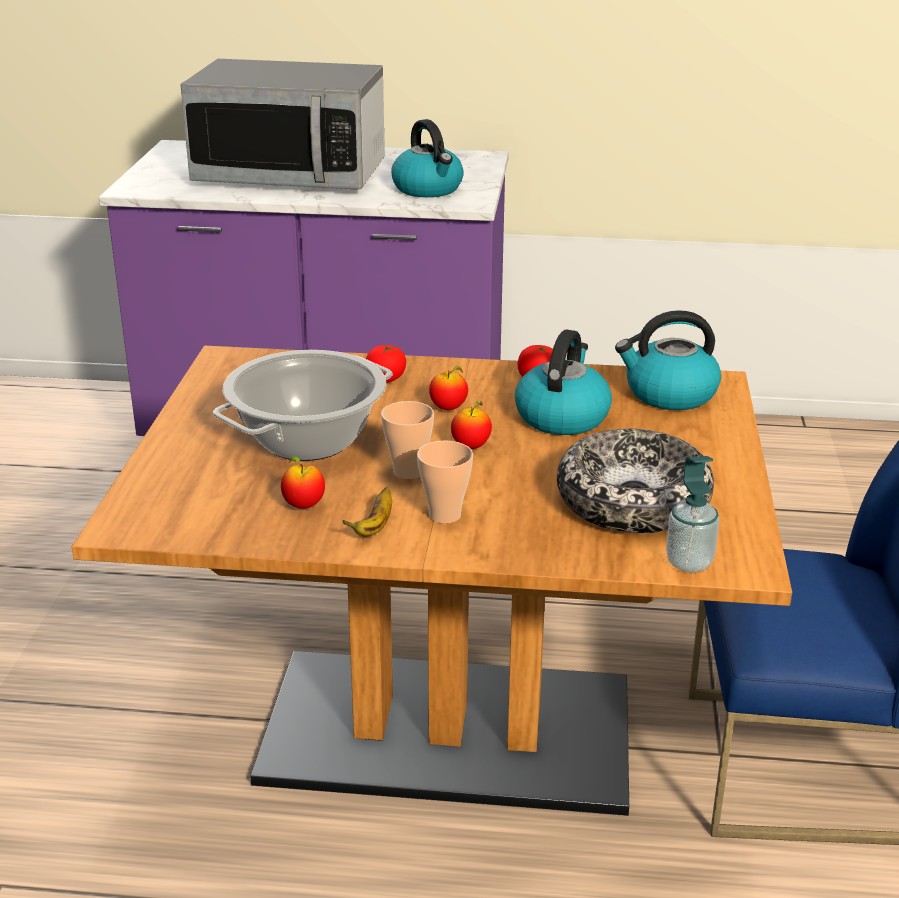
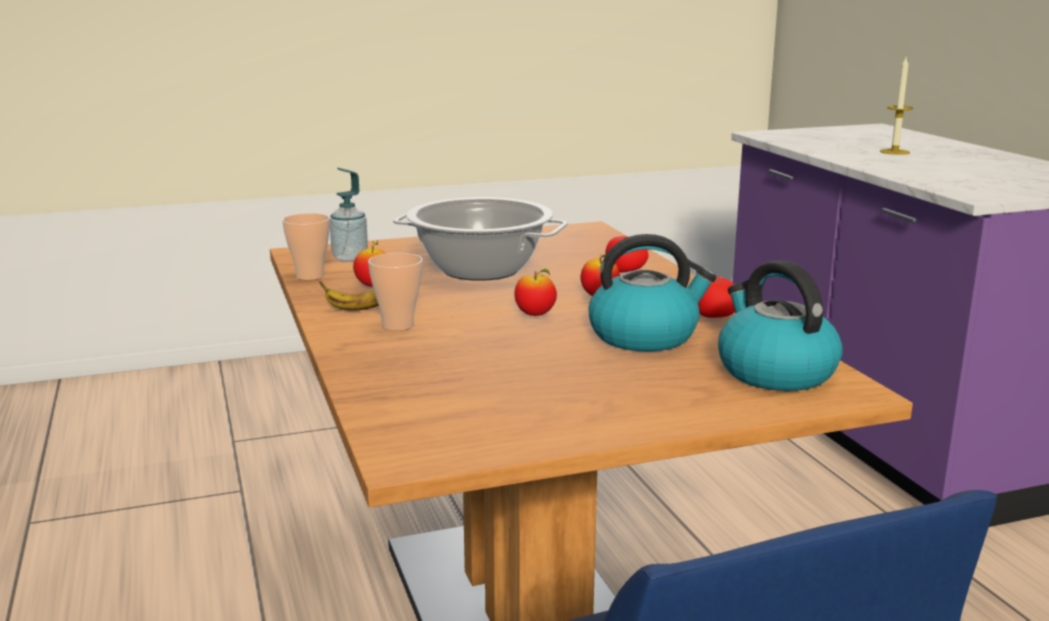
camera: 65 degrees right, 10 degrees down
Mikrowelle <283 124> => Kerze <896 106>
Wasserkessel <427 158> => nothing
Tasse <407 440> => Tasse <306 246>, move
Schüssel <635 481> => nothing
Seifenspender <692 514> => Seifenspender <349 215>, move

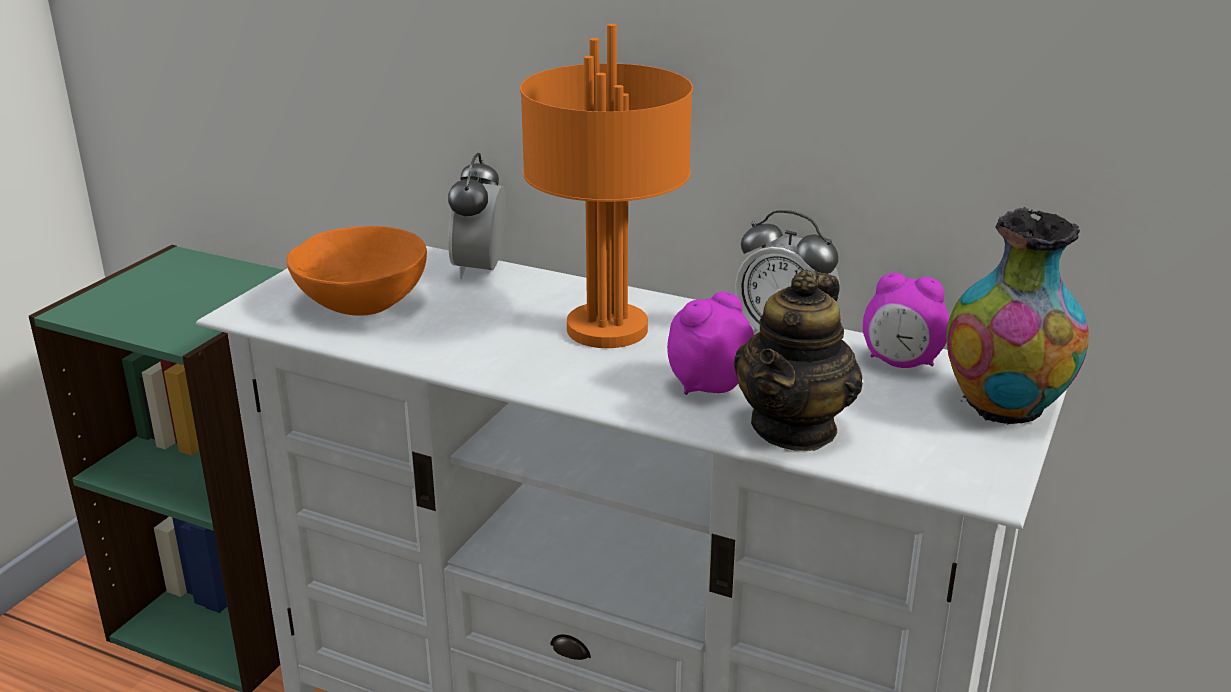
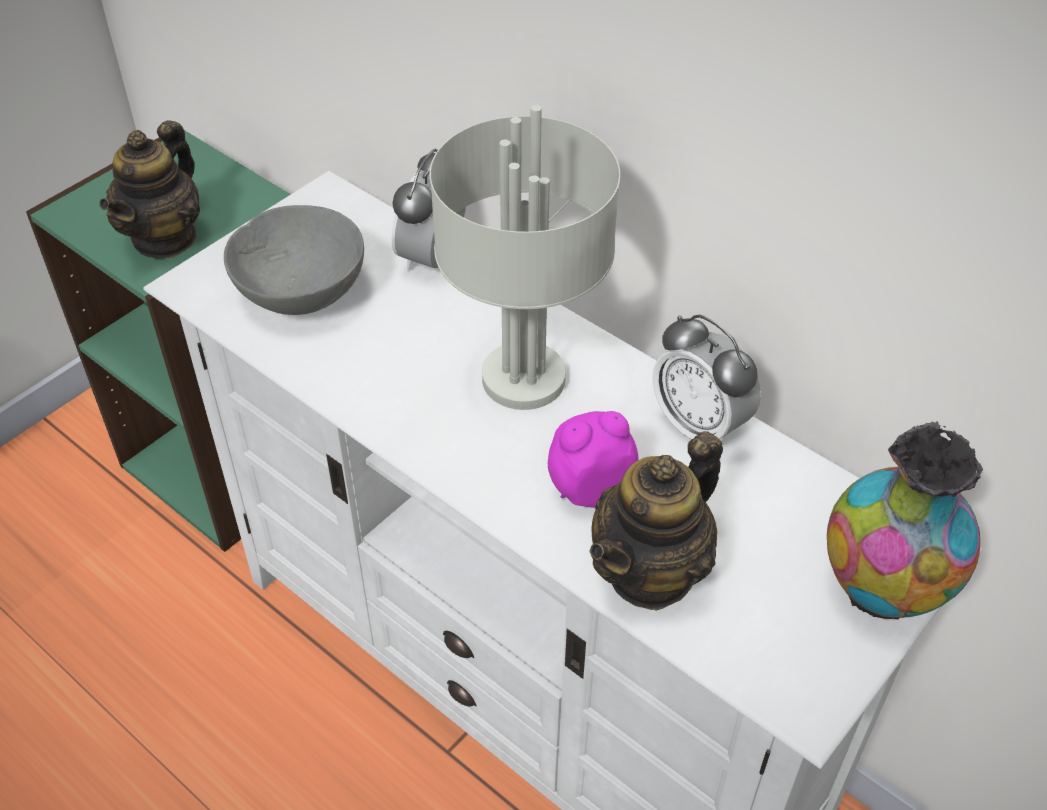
camera: 15 degrees right, 20 degrees up
Tischlampe/orange <606 186> => Tischlampe/grau <525 257>
Schüssel/orange <356 271> => Schüssel/grau <294 260>
Wecker <906 320> => nothing
nothing => Teekanne <149 189>

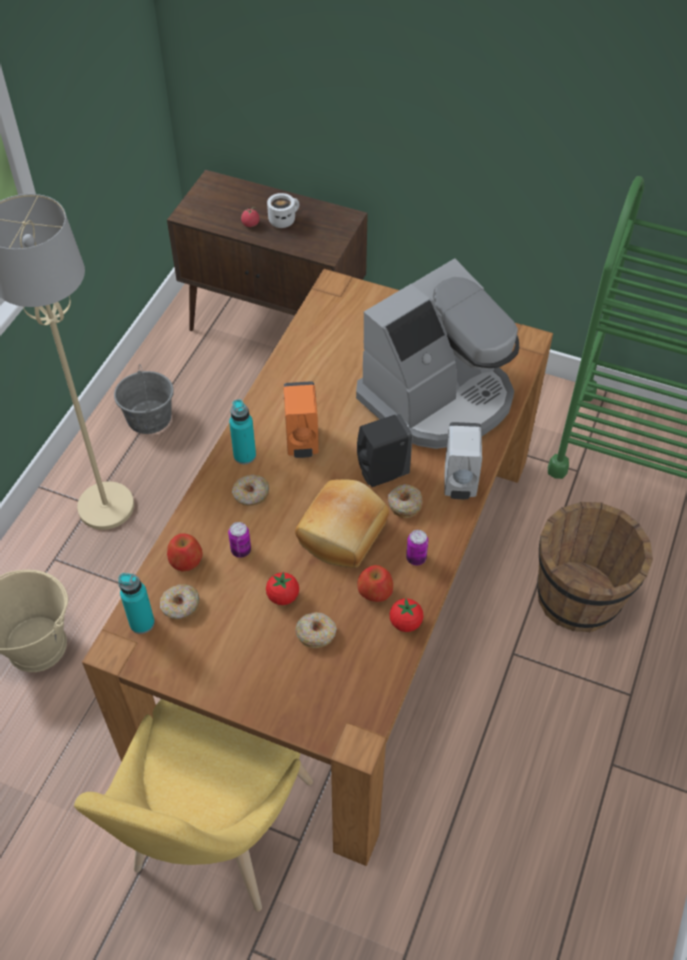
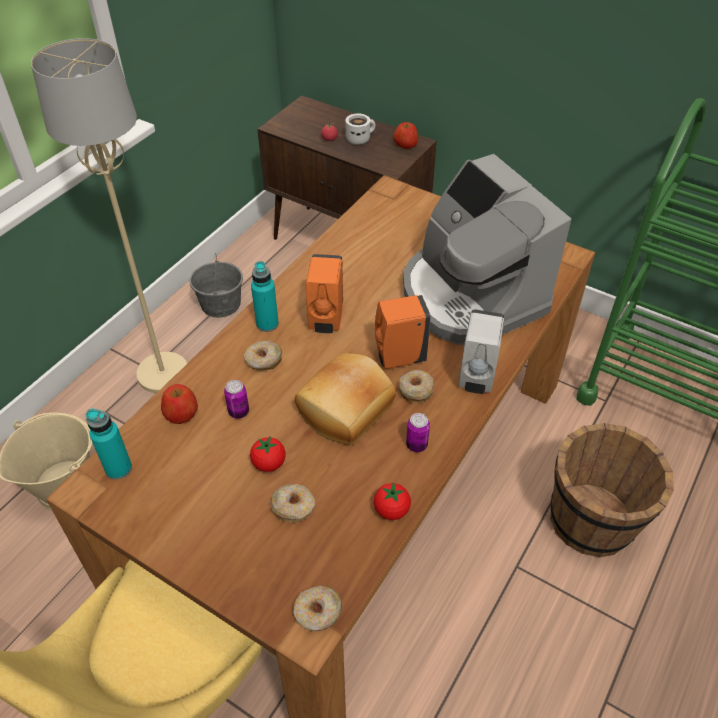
camera: 10 degrees right, 5 degrees down
Kaffeemaschine <437 353> => Kaffeemaschine <487 249>, 90 degrees clockwise
Seifenspender/schwarz <385 450> => Seifenspender/orange <403 332>
Apfel <375 583> => Apfel <406 135>, move
Donut <180 602> => Donut <317 608>, move

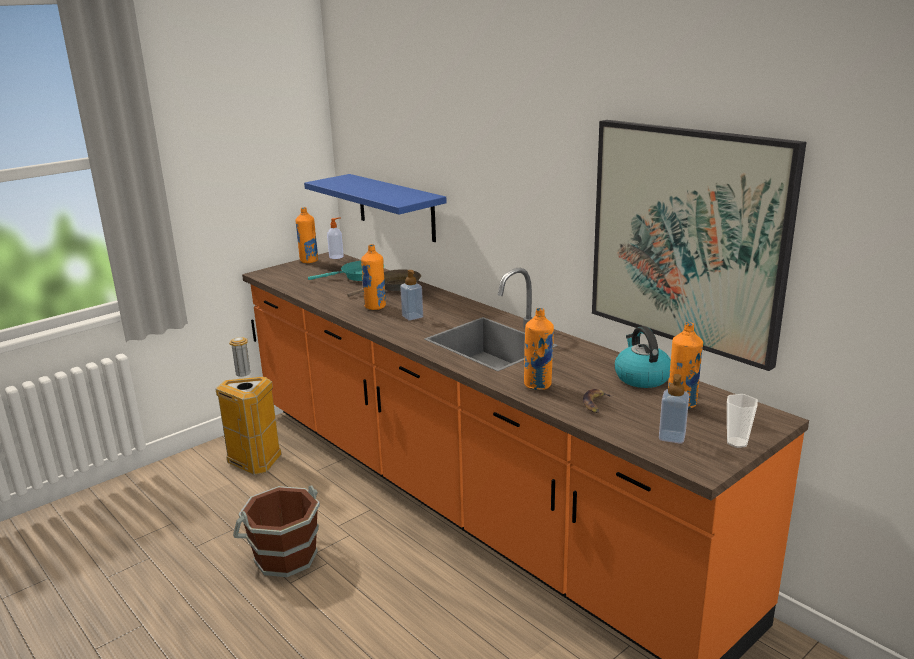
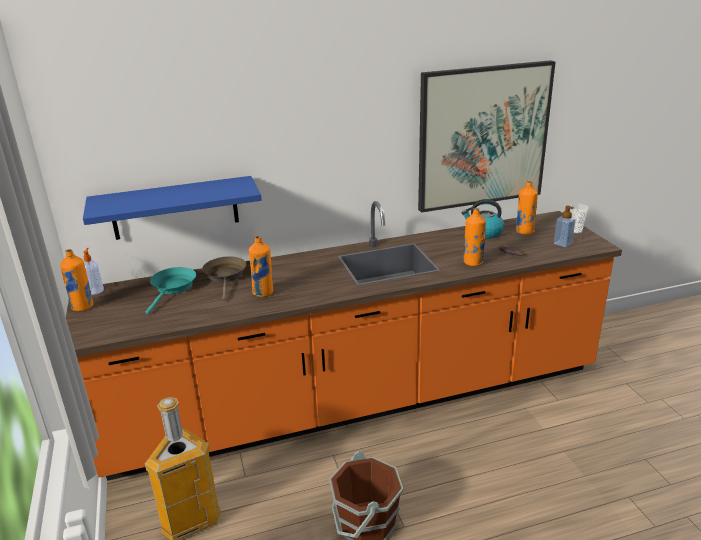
camera: 65 degrees left, 5 degrees up
Seifenspender <411 295> => nothing

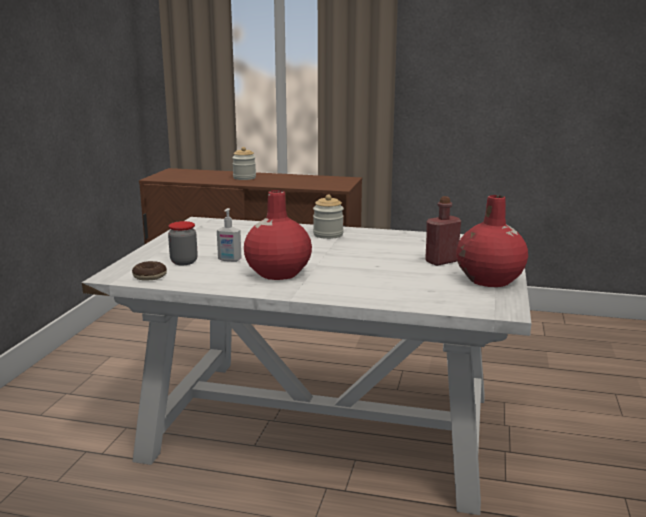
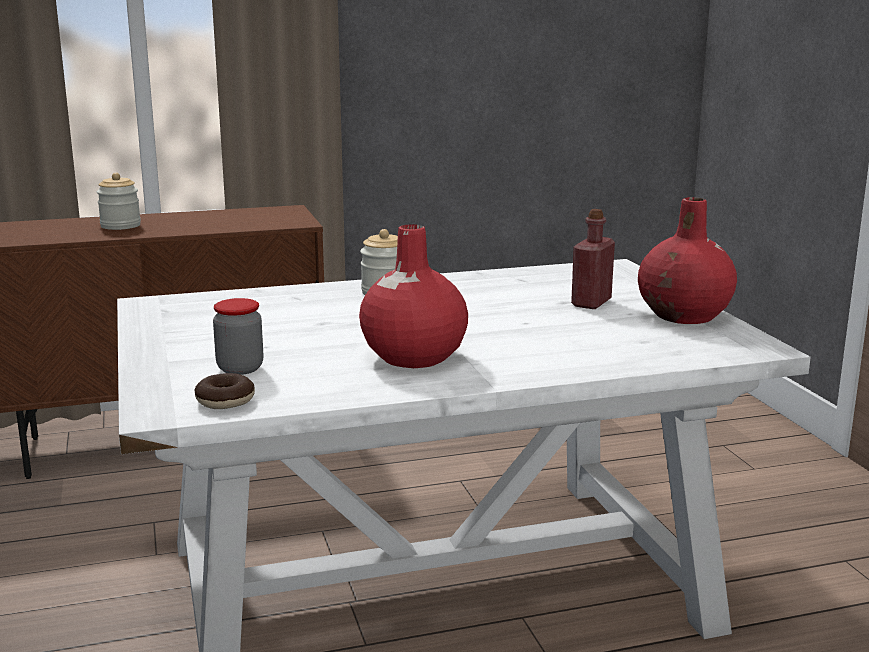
camera: 30 degrees left, 0 degrees up
Seifenspender <229 235> => nothing

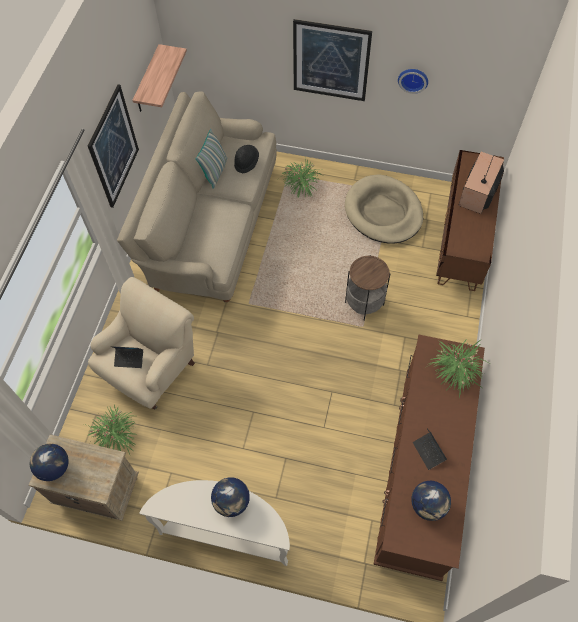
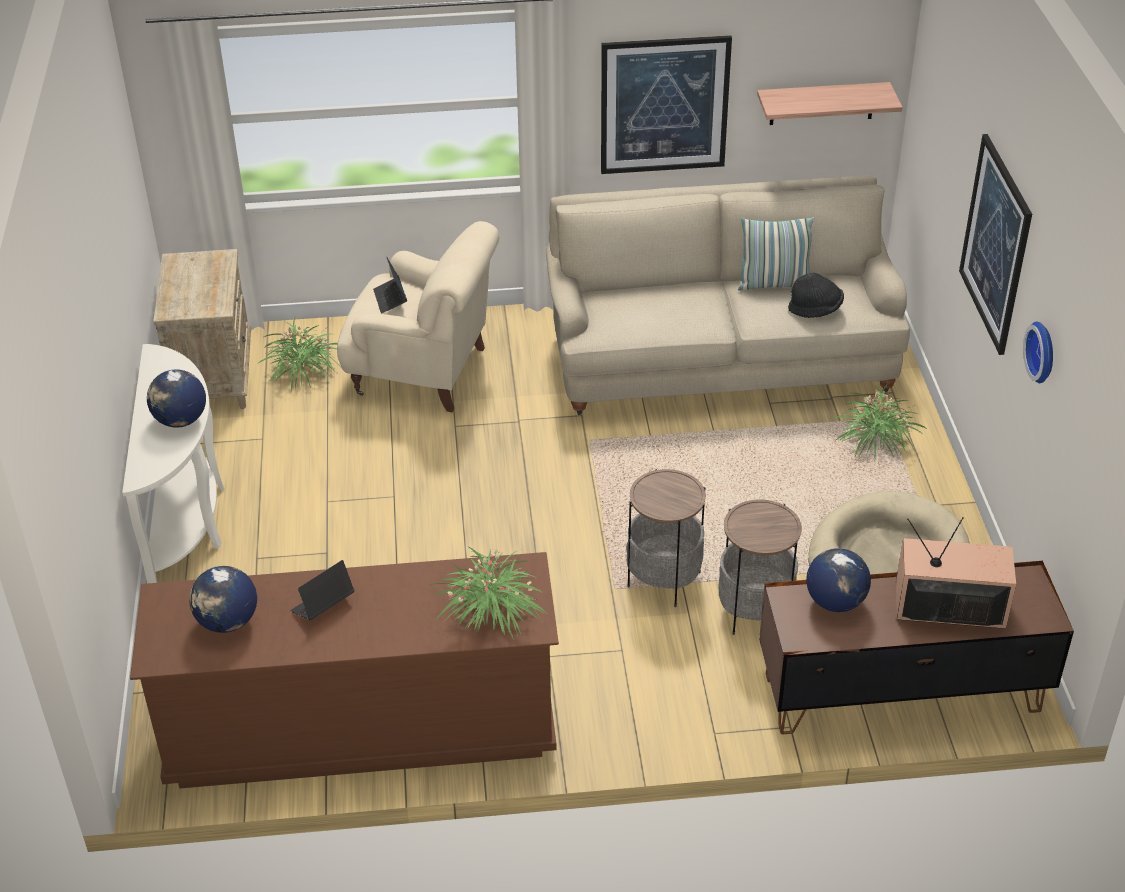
camera: 70 degrees right, 20 degrees down
Globus <49 462> => Globus <838 580>, move
nothing => Beistelltisch <760 567>

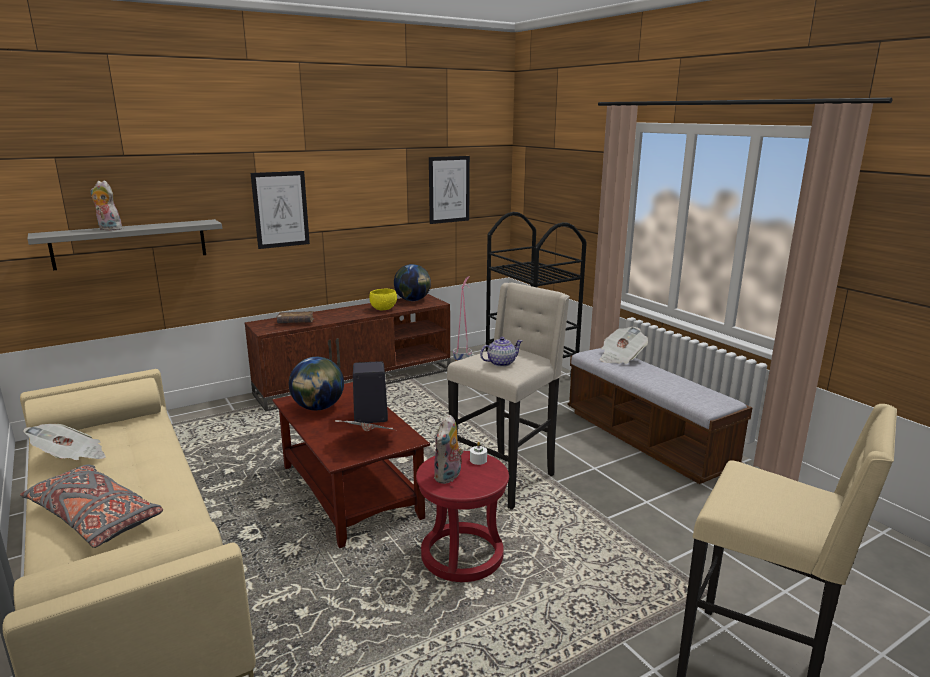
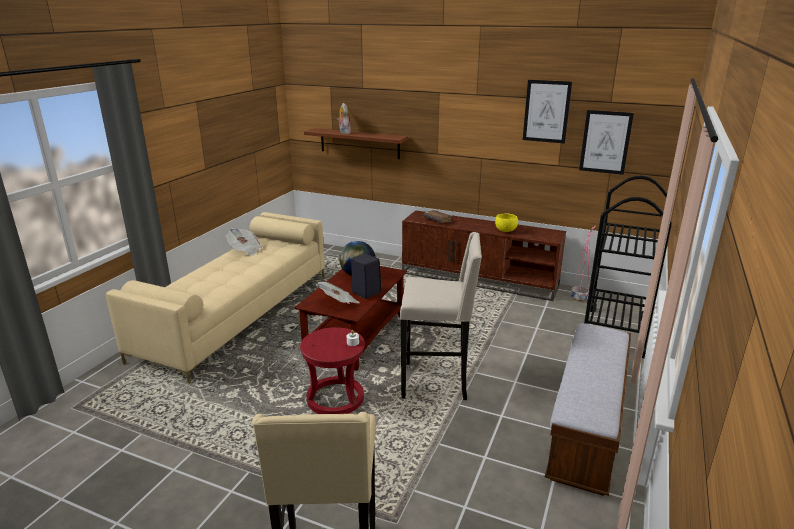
camera: 55 degrees right, 5 degrees up
Bild <280 210> => Bild <547 112>, move
Wandregal/grau <124 244> => Wandregal/braun <356 143>
Globus <412 282> => nothing
Zeitung <624 345> => nothing
Teekanne <501 352> => nothing
Plüschtier <448 449> => nothing
Kissen/grau <91 506> => nothing

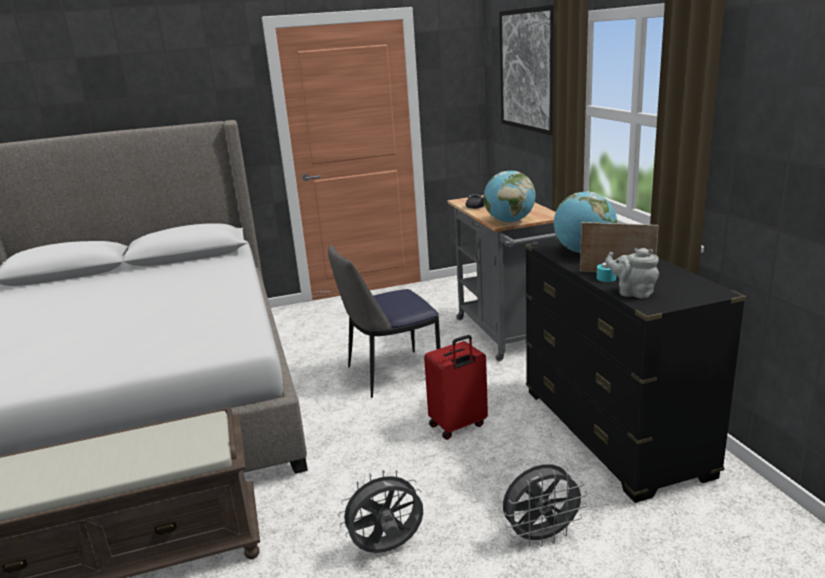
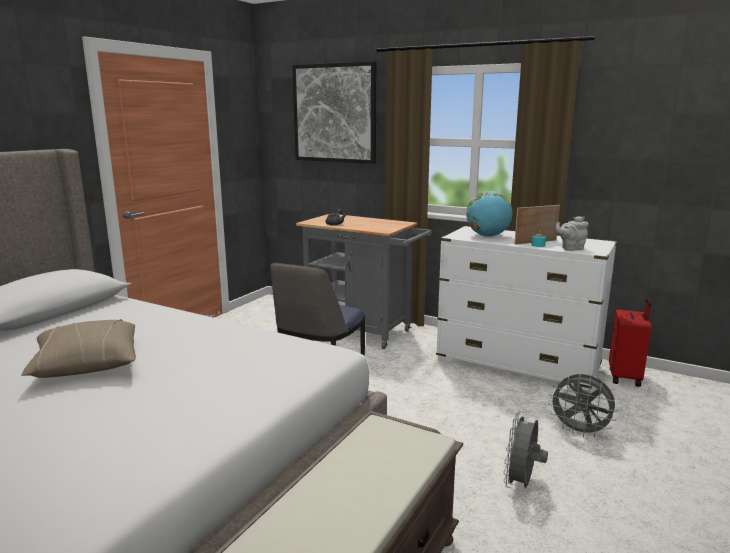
camera: 45 degrees left, 5 degrees down
Globus <510 197> => nothing
Kommode/schwarz <635 371> => Kommode/weiß <526 309>
Koffer/rot <456 387> => Koffer/rot <630 342>, move
Ventilator/grau <545 505> => Ventilator/grau <583 405>, 90 degrees clockwise
nothing => Kissen/beige <78 348>

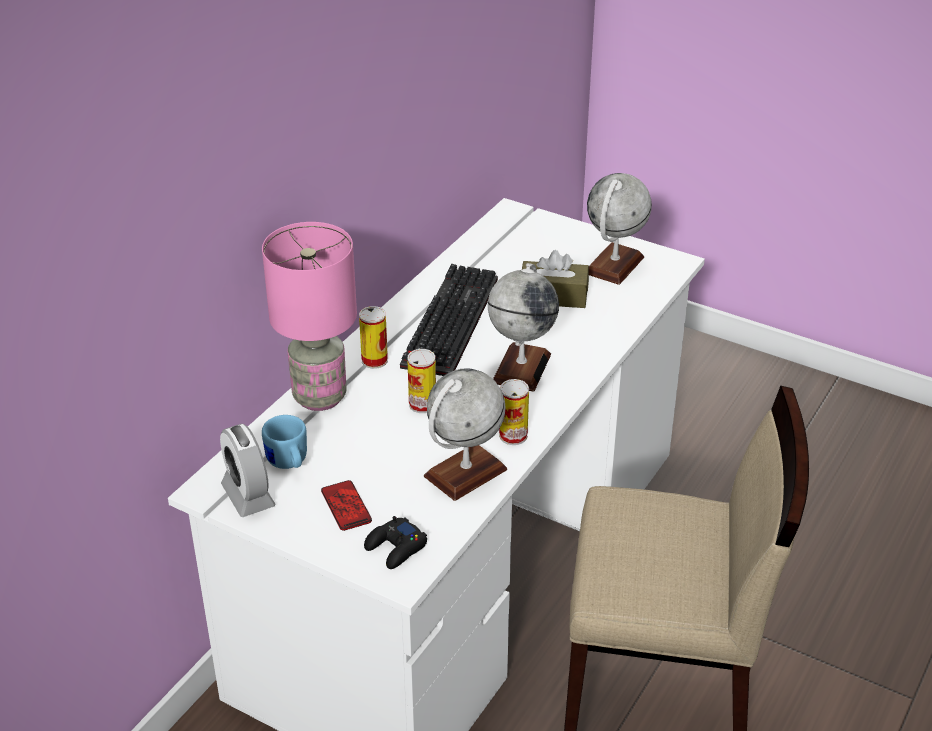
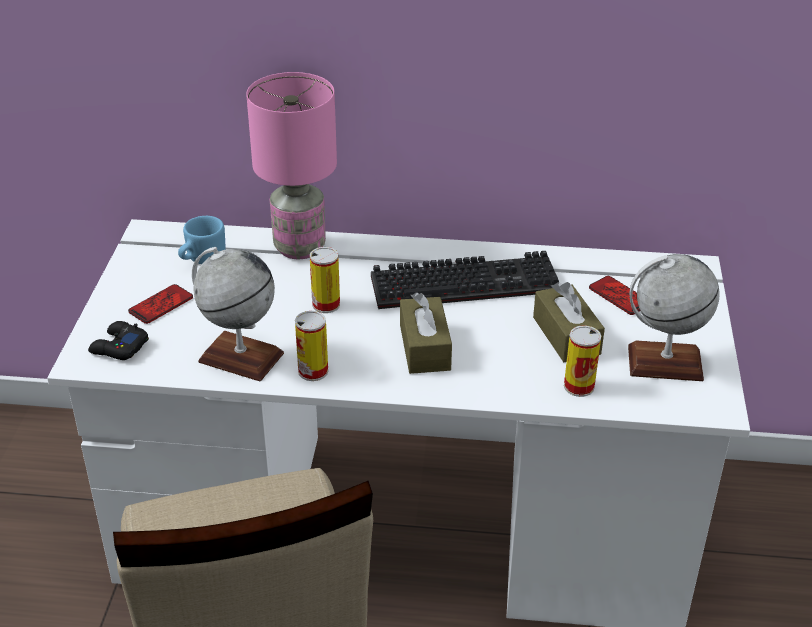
camera: 65 degrees right, 0 degrees up
Globus <523 327> => Taschentuchbox/braun <426 333>
Dose <373 337> => Dose <582 361>, move
Wecker <248 470> => nothing
nothing => Handy <614 295>

